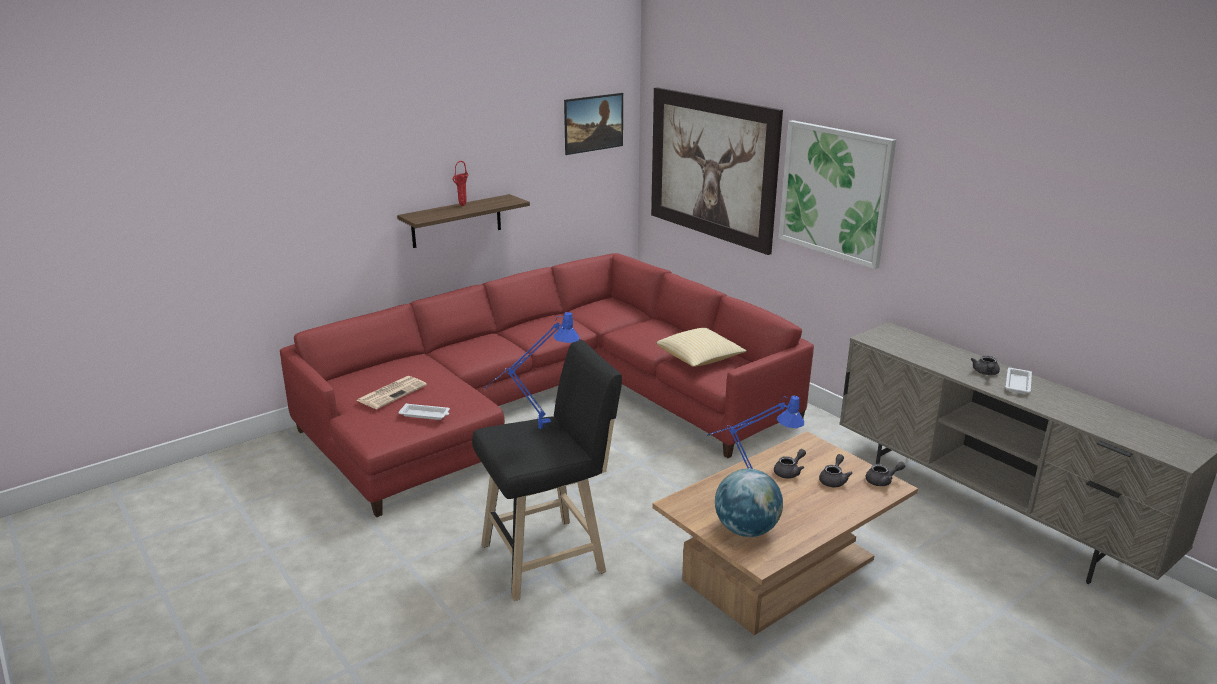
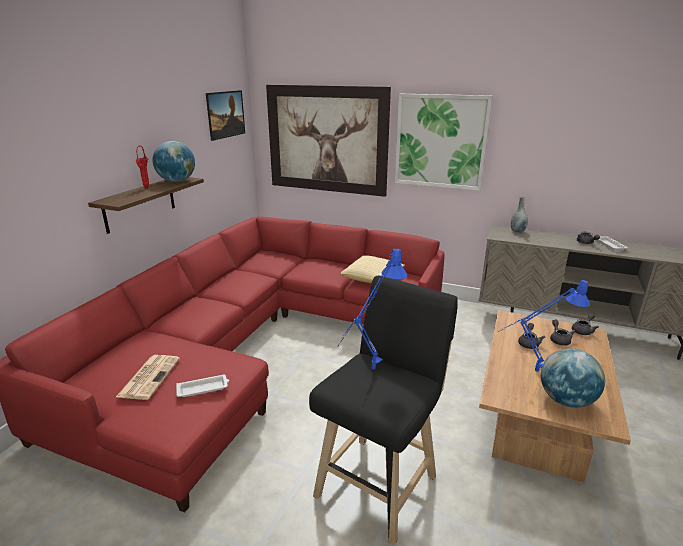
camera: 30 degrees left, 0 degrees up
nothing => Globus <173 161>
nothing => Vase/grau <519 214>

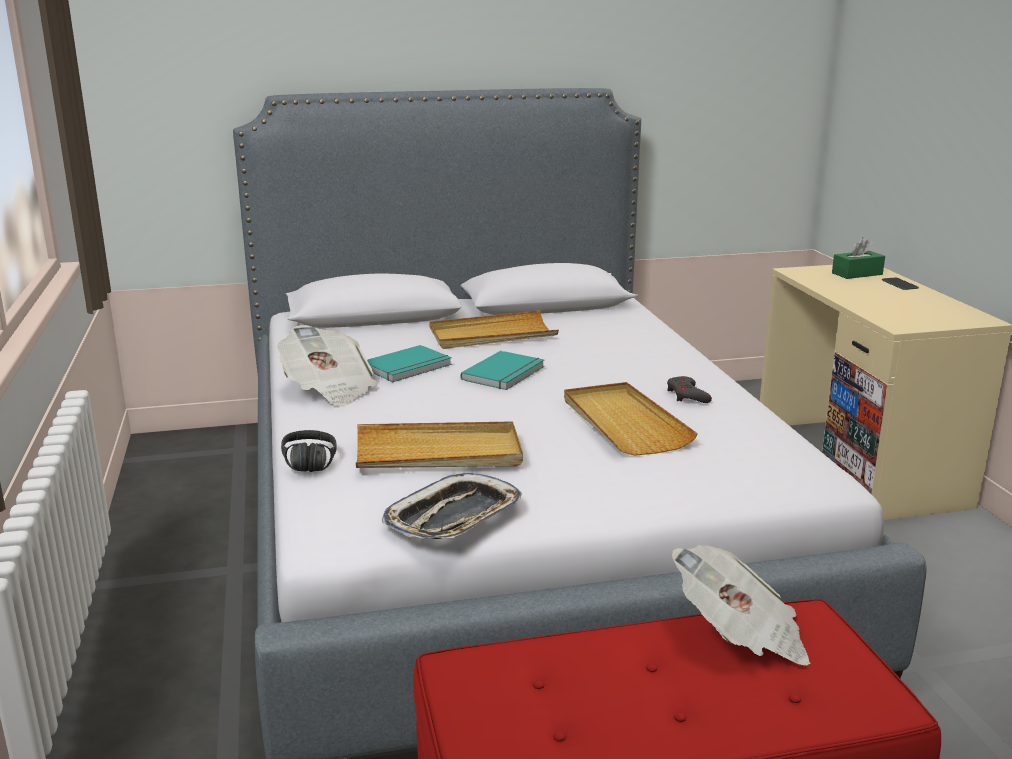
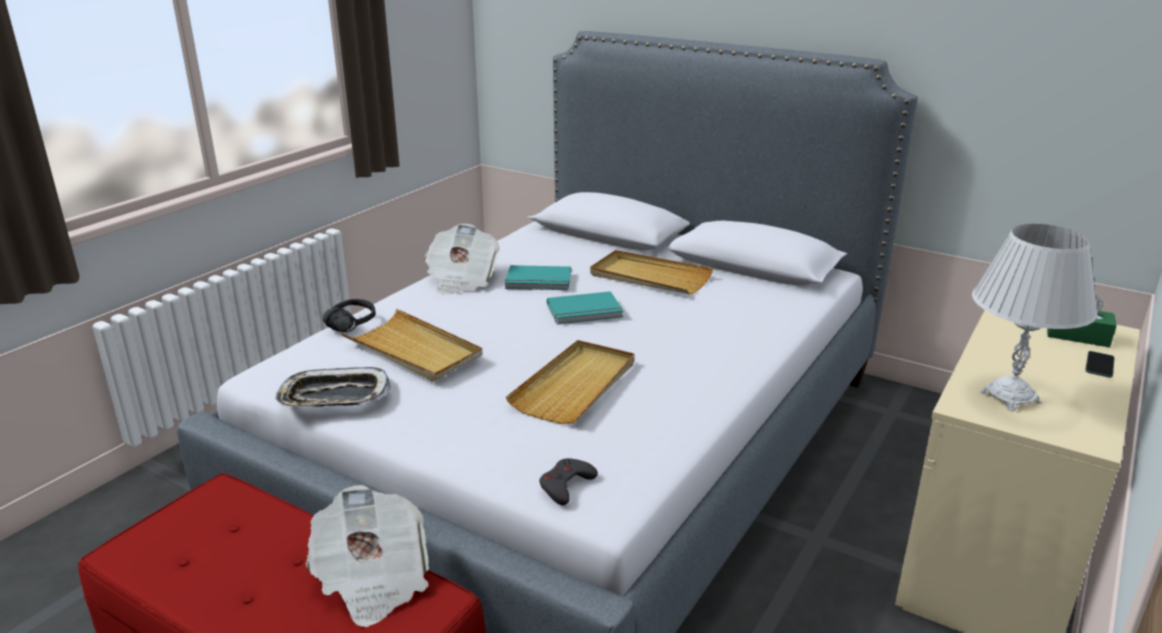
camera: 45 degrees right, 5 degrees up
Gamepad/grau <689 389> => Gamepad/grau <568 481>, move
nothing => Tischlampe/weiß <1035 318>

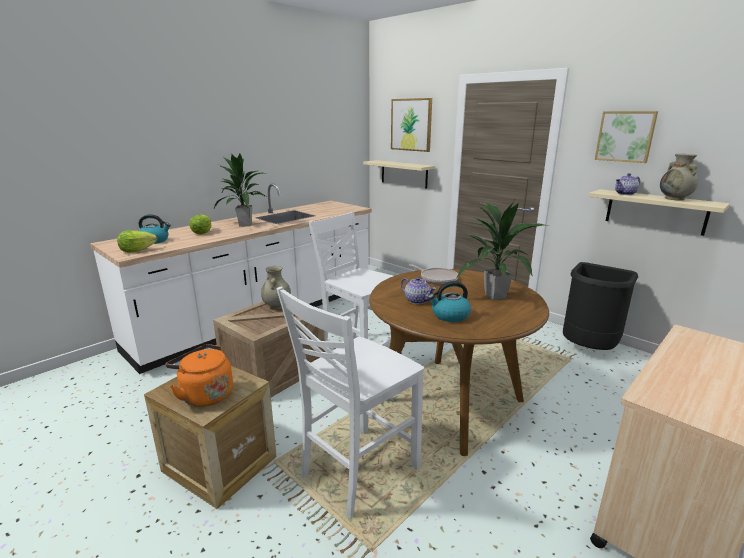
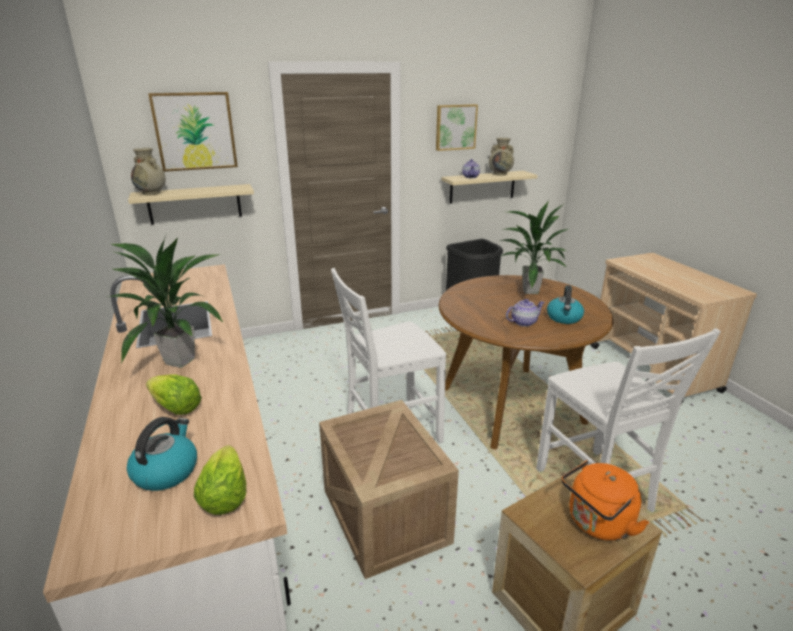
camera: 65 degrees left, 5 degrees up
Pfanne <433 274> => nothing
Vase/beige <276 287> => Vase/beige <148 171>, move

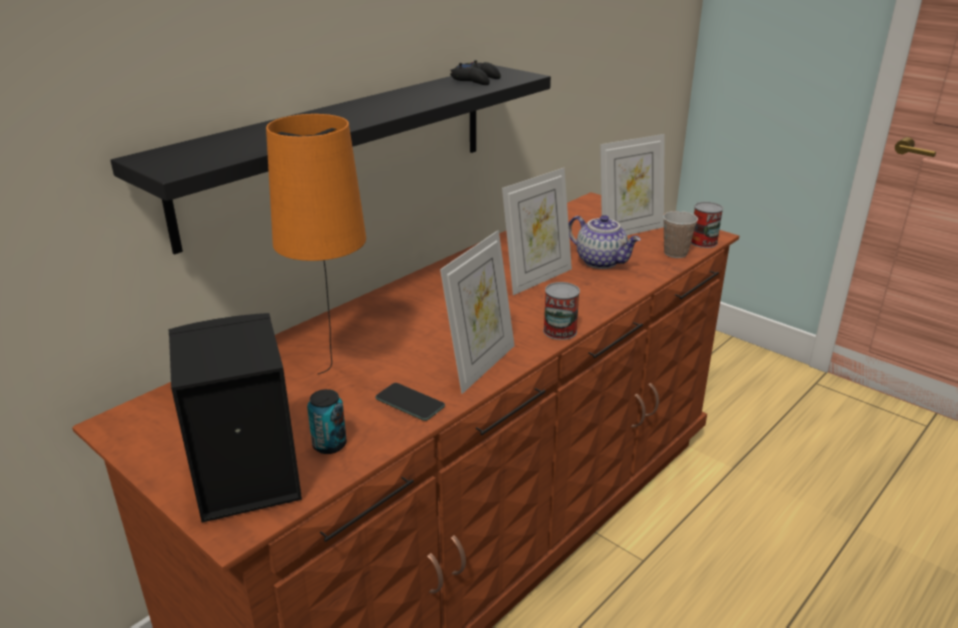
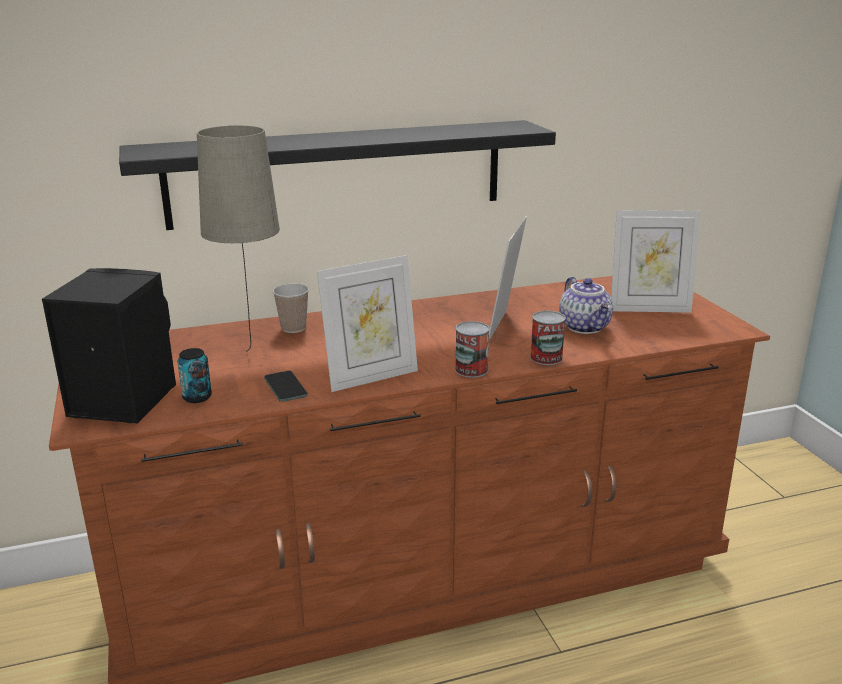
camera: 30 degrees right, 5 degrees down
Gamepad/schwarz <475 72> => nothing
Tischlampe/orange <316 244> => Tischlampe/beige <238 238>
Bilderrahmen <537 231> => Bilderrahmen <508 278>, 120 degrees clockwise
Dose <707 225> => Dose <548 338>, move
Tasse <680 234> => Tasse <291 308>, move

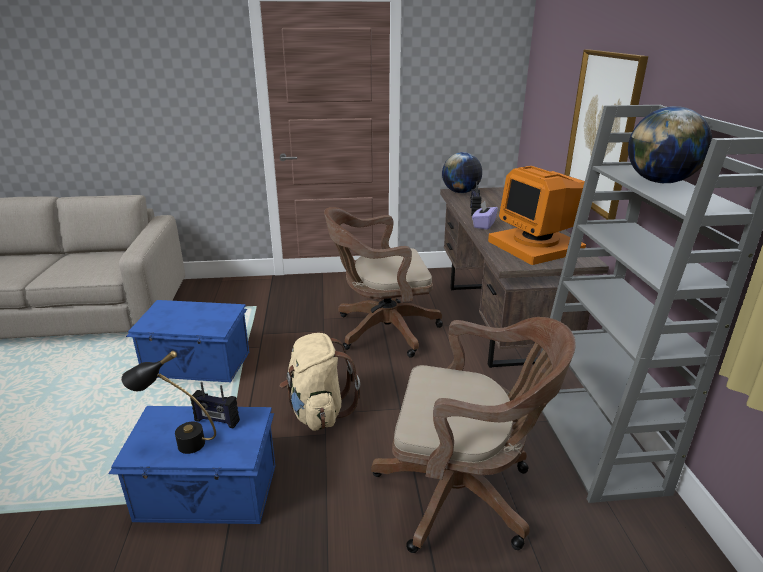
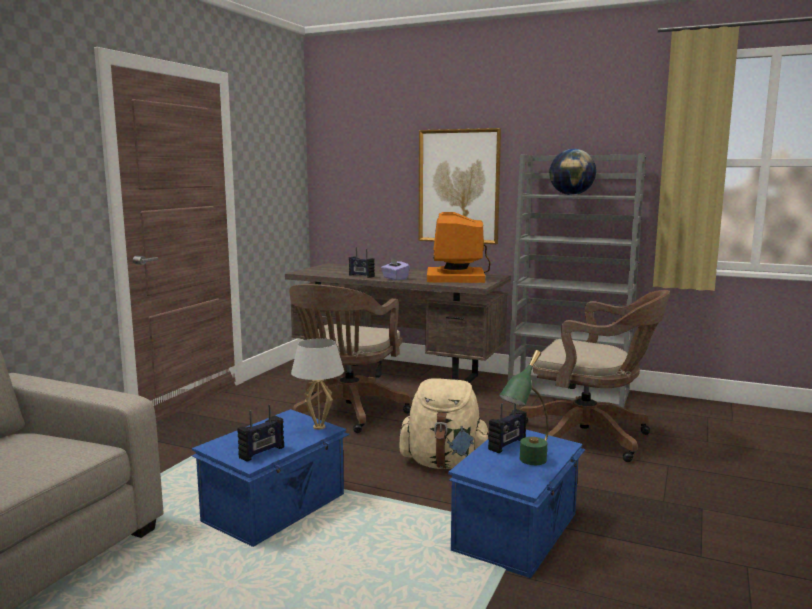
camera: 60 degrees left, 15 degrees down
Globus <462 172> => nothing
Monitor <537 215> => Monitor <458 247>, 90 degrees clockwise
Bürostuhl/braun <473 435> => Bürostuhl/braun <595 376>, 75 degrees clockwise
Tischlampe/schwarz <168 402> => Tischlampe/grün <524 407>
nothing => Tischlampe/weiß <317 384>
nothing => Radio <260 433>

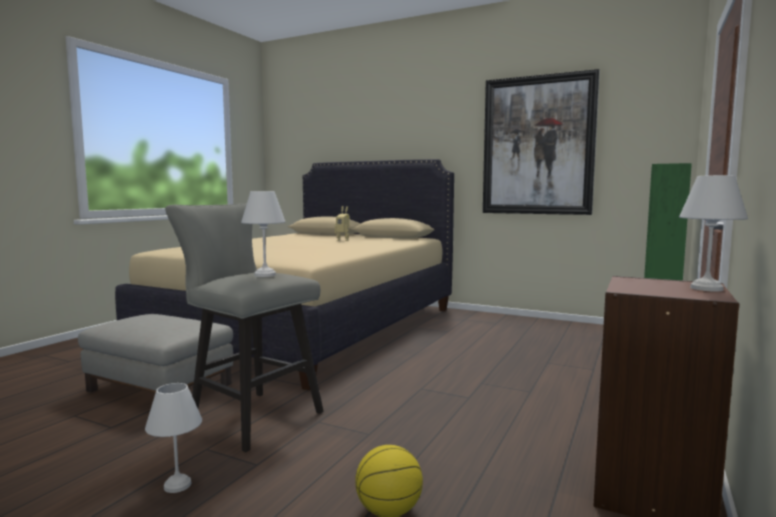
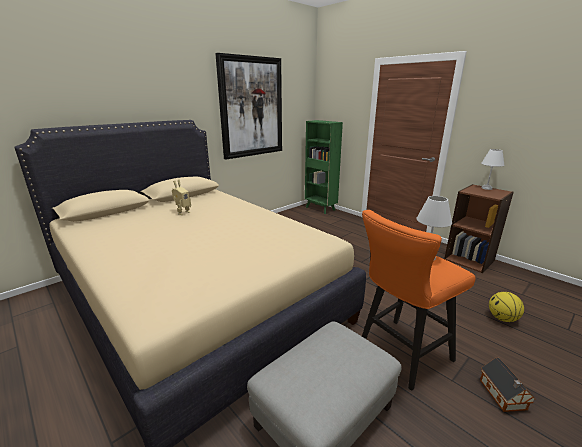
camera: 70 degrees left, 15 degrees up
Hocker/grau <244 327> => Hocker/orange <419 300>
Tischlampe/weiß <173 438> => Spielzeughaus <507 384>

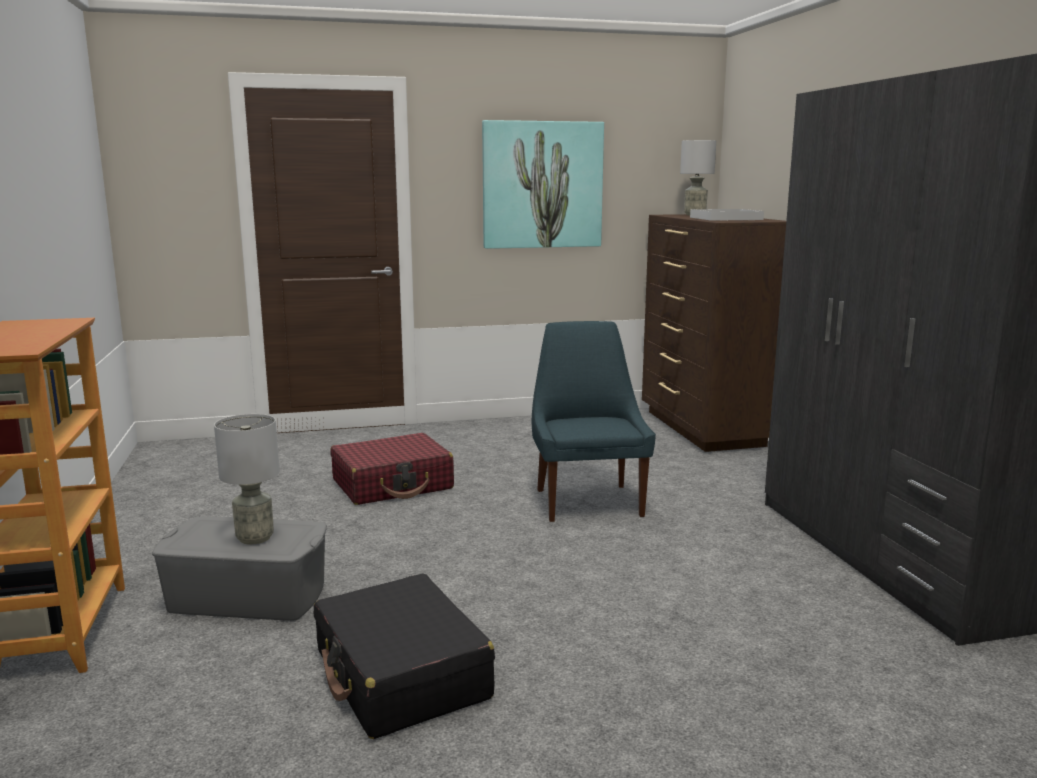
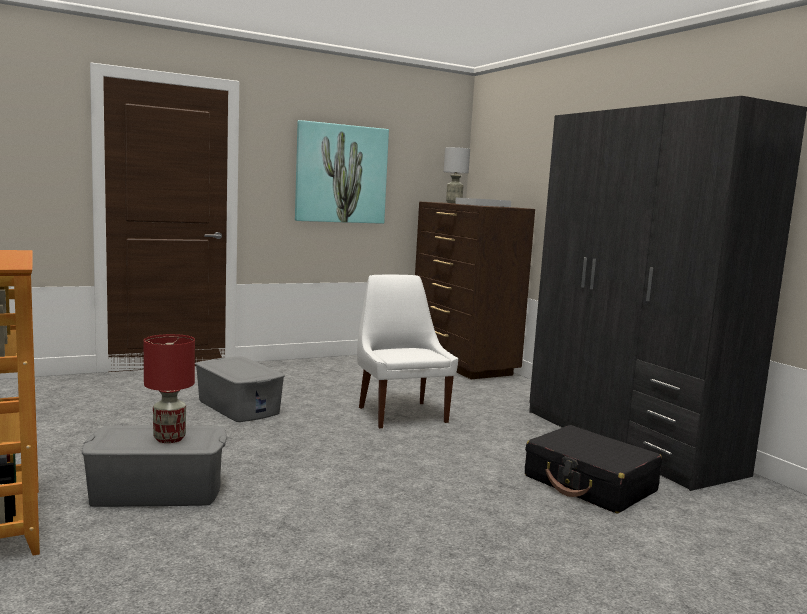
camera: 15 degrees left, 5 degrees down
Stuhl/blau <594 421> => Stuhl/weiß <407 352>
Tischlampe/grau <247 479> => Tischlampe/rot <169 388>
Koffer/rot <392 469> => Aufbewahrungsbox/grau <240 389>
Koffer/schwarz <404 656> => Koffer/schwarz <593 469>, move

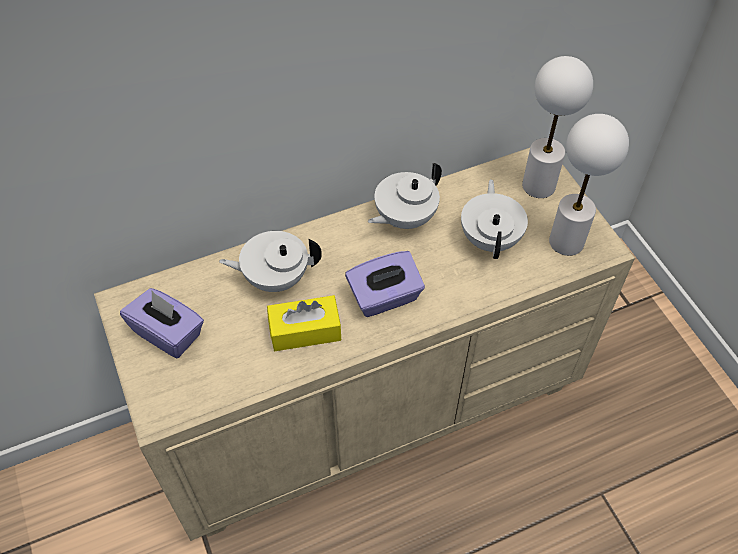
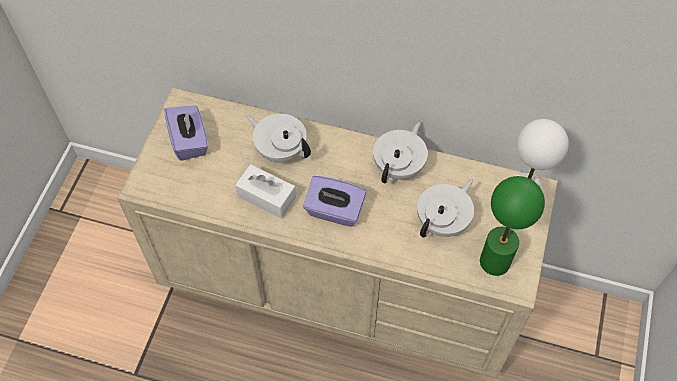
camera: 40 degrees right, 5 degrees up
Tischlampe/weiß <589 185> => Tischlampe/grün <512 226>
Teekanne/weiß <405 196> => Teekanne/weiß <400 152>, 120 degrees clockwise
Taschentuchbox/gelb <304 323> => Taschentuchbox/weiß <265 191>

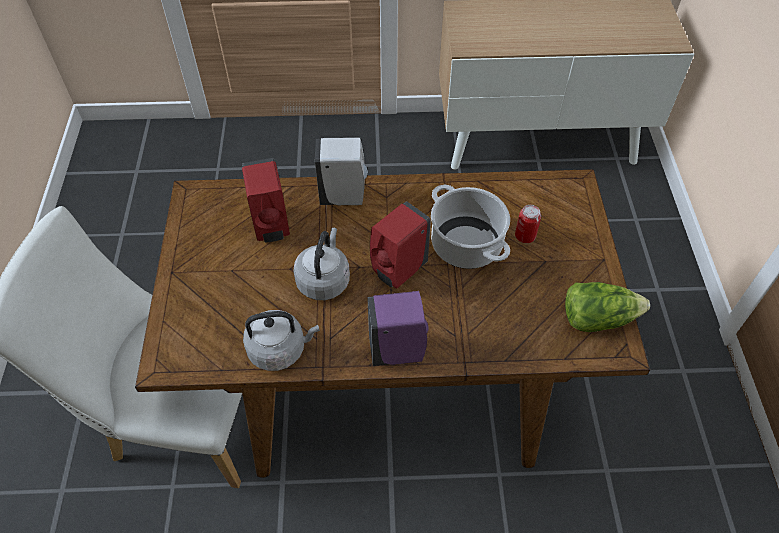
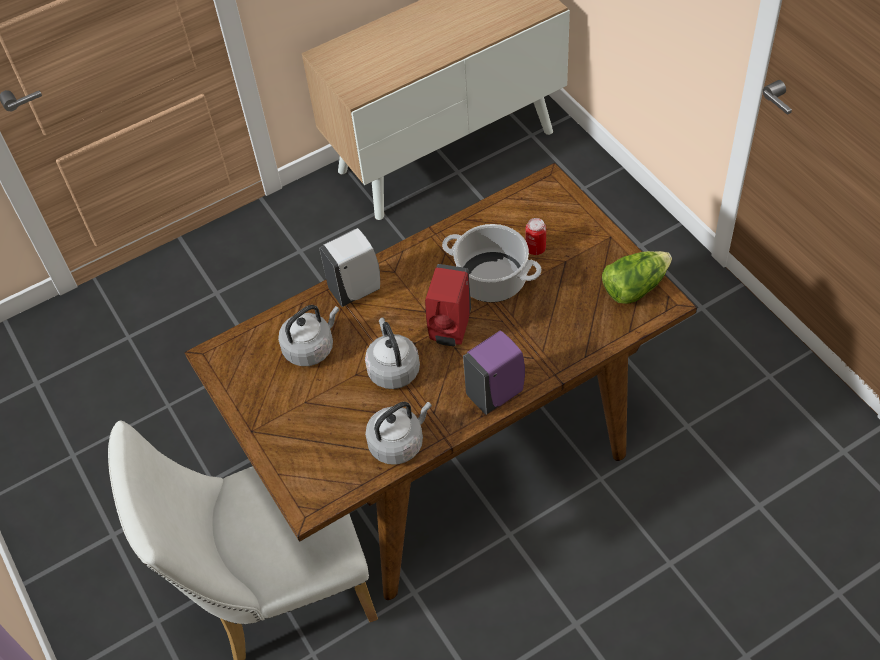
camera: 25 degrees left, 0 degrees up
Seifenspender/rot <266 200> => Wasserkessel/grau <308 335>

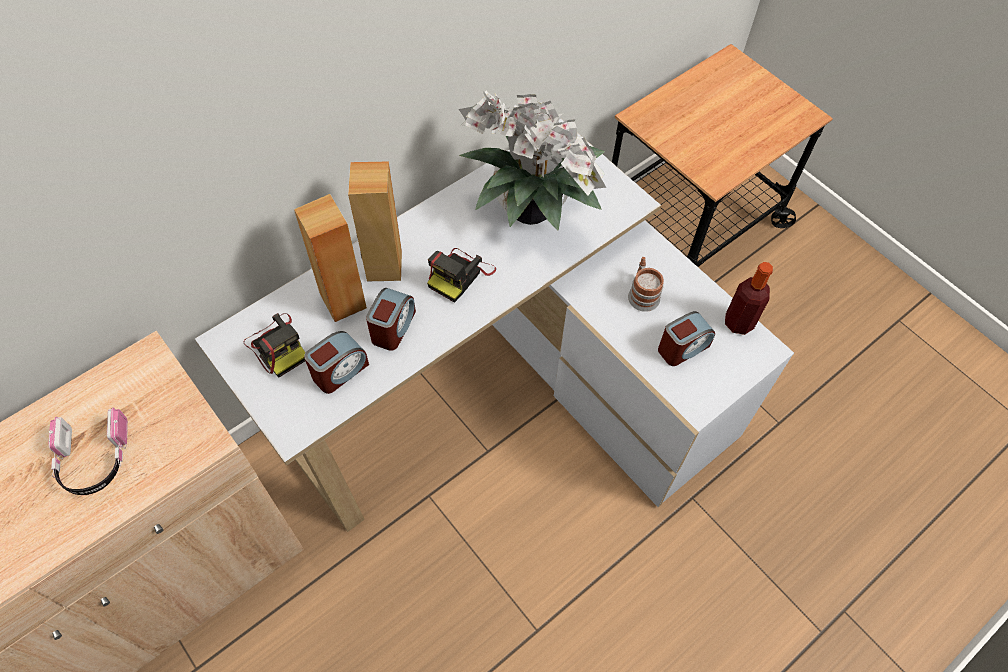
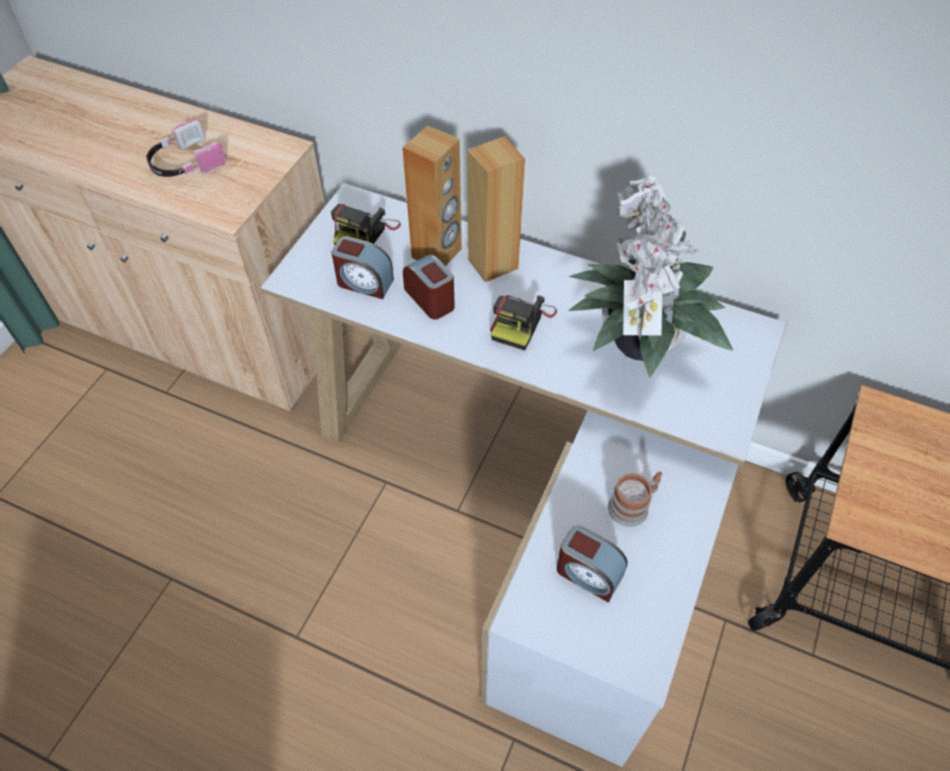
camera: 65 degrees right, 5 degrees down
Kamera <461 275> => Kamera <523 323>, 75 degrees counterclockwise
Flasche <749 298> => nothing
Wecker <391 319> => Wecker <429 287>, 120 degrees counterclockwise

